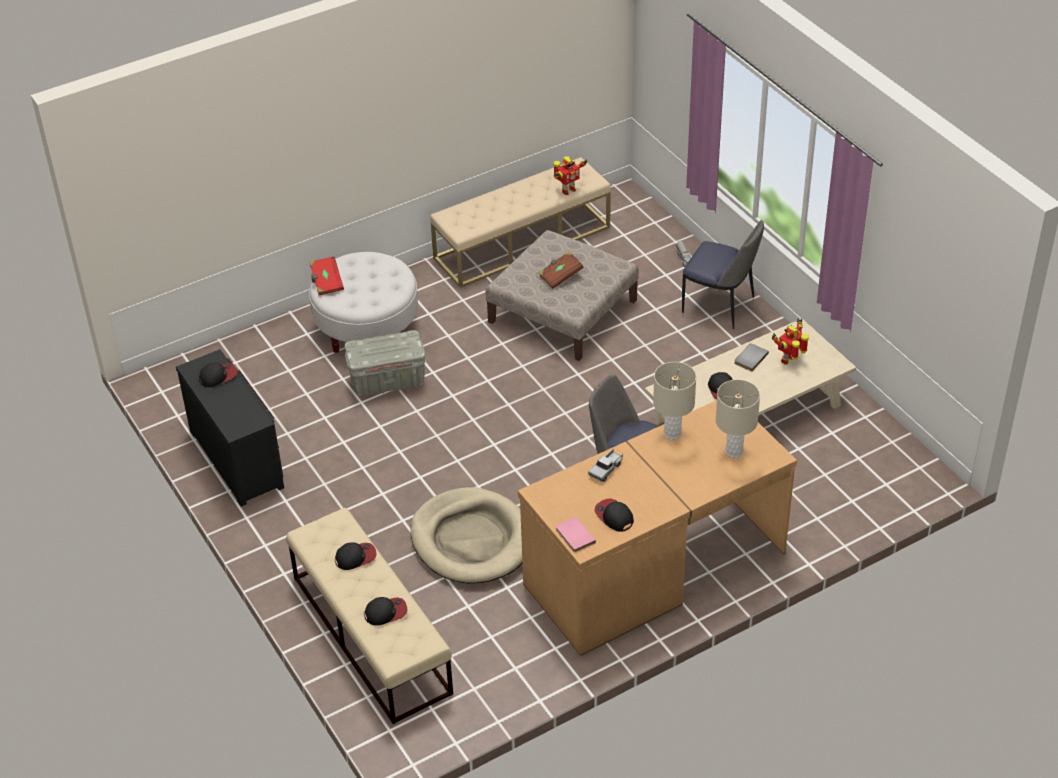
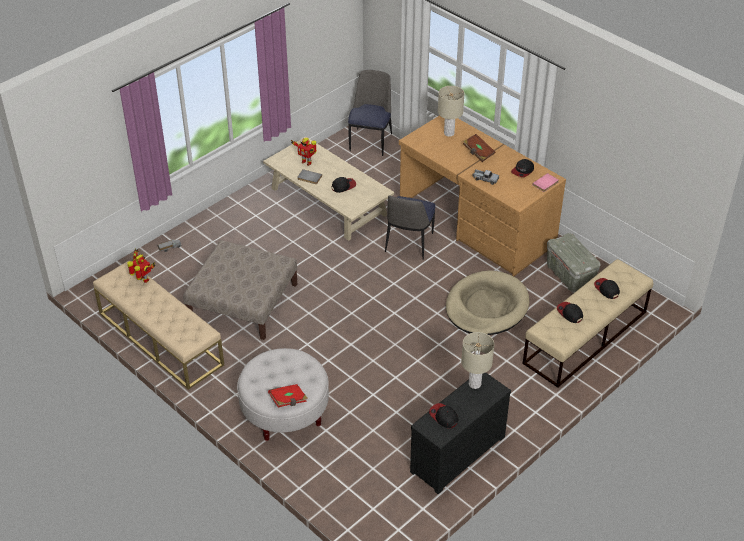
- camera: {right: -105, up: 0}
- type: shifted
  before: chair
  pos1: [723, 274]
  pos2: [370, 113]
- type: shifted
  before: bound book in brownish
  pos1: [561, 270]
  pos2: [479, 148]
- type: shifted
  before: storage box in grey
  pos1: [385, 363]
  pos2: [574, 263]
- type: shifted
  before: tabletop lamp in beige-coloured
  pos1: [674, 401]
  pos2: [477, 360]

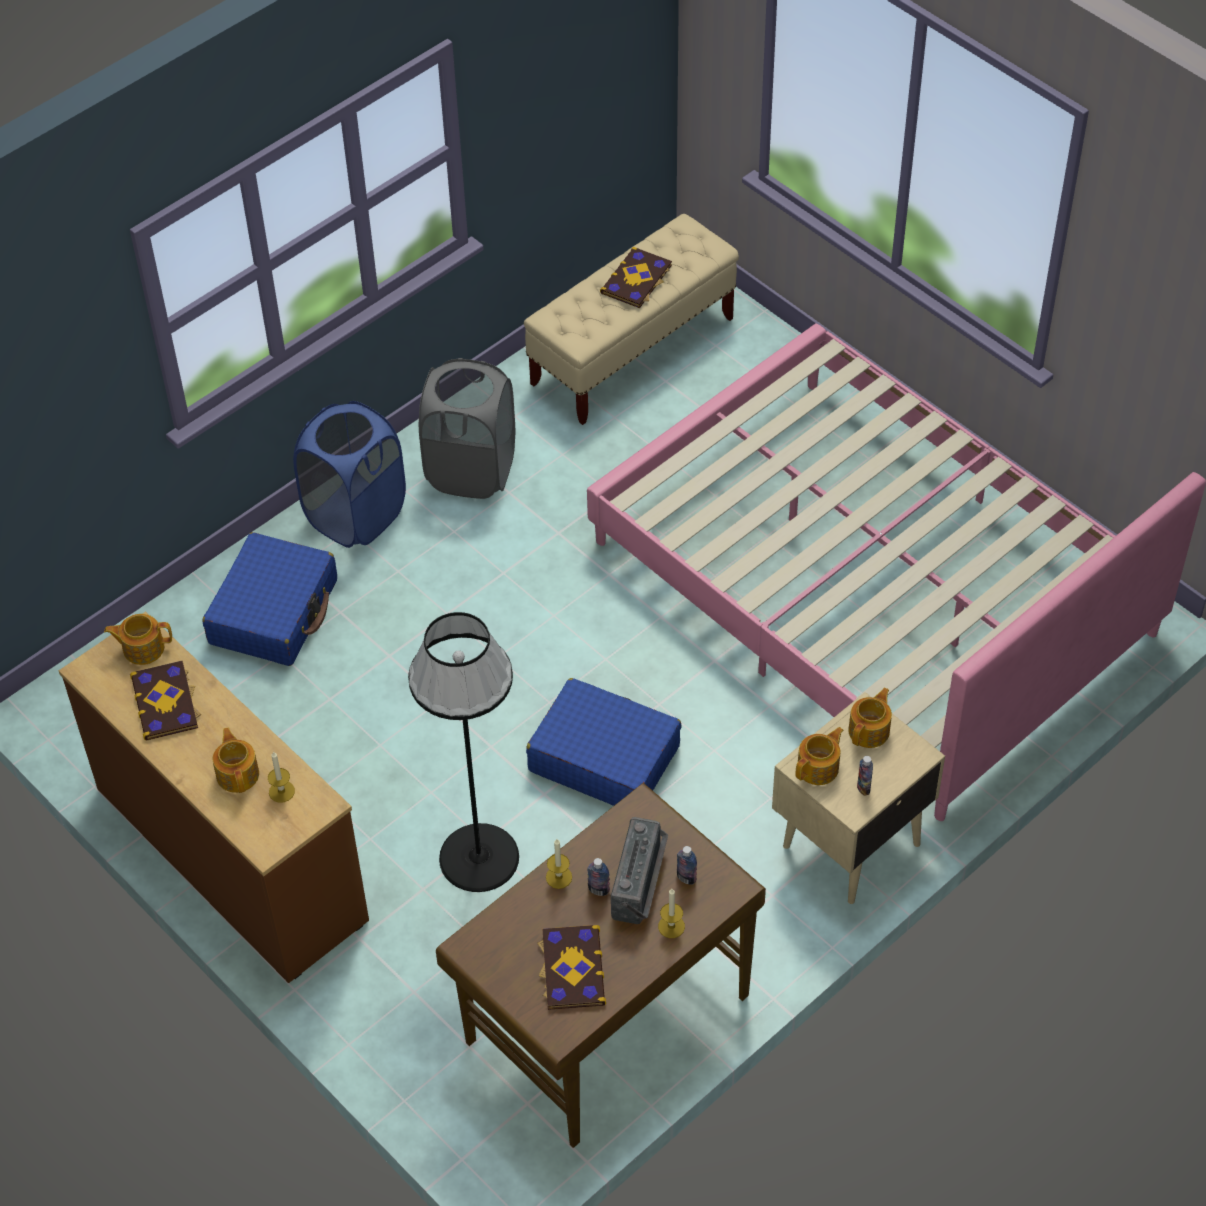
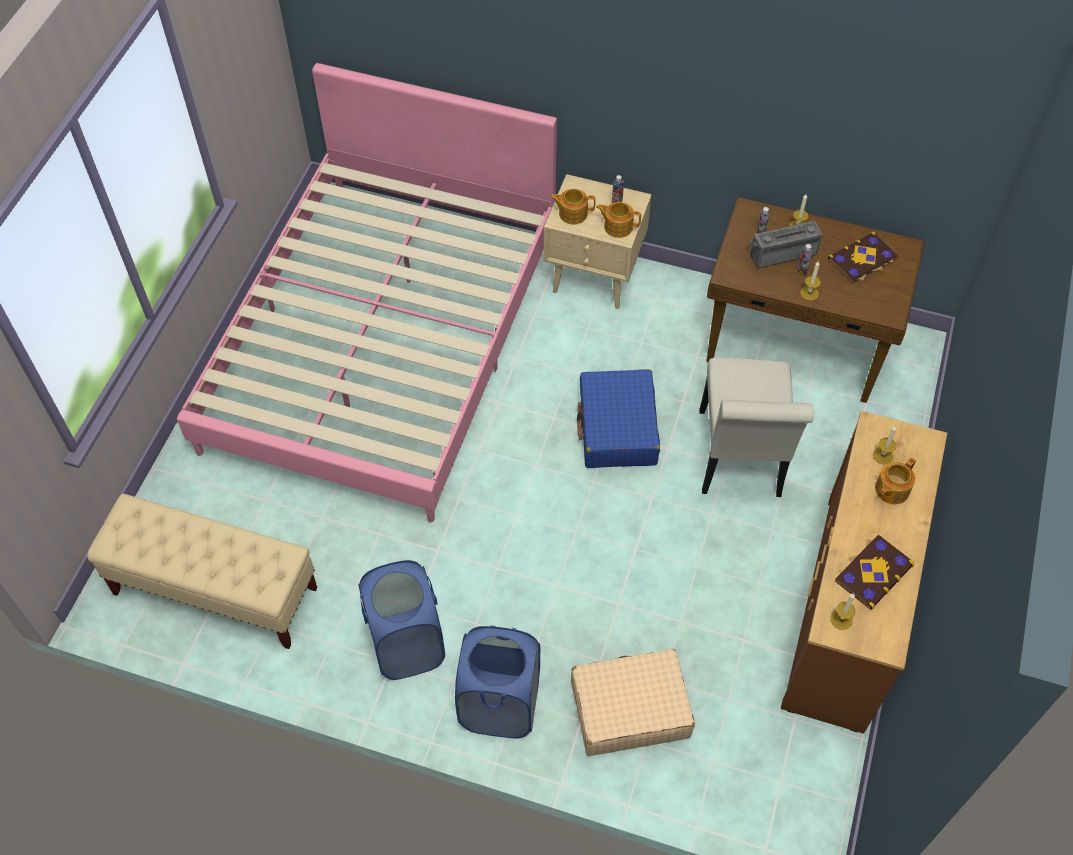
- camera: {right: -120, up: 5}
- type: gone
  before: bound book
  pos1: [636, 277]
- type: repainted
  before: washing basket in grey
  after: washing basket in blue
  pos1: [467, 428]
  pos2: [401, 620]
- type: repainted
  before: suitcase in blue
  after: suitcase in beige-coloured
  pos1: [269, 599]
  pos2: [633, 702]
- type: swapped
  before: floor lamp in black
  after: chair in white-coloured
  pos1: [463, 752]
  pos2: [756, 427]
- type: swapped
  before: pot for tea
  after: wax light
  pos1: [138, 639]
  pos2: [842, 611]

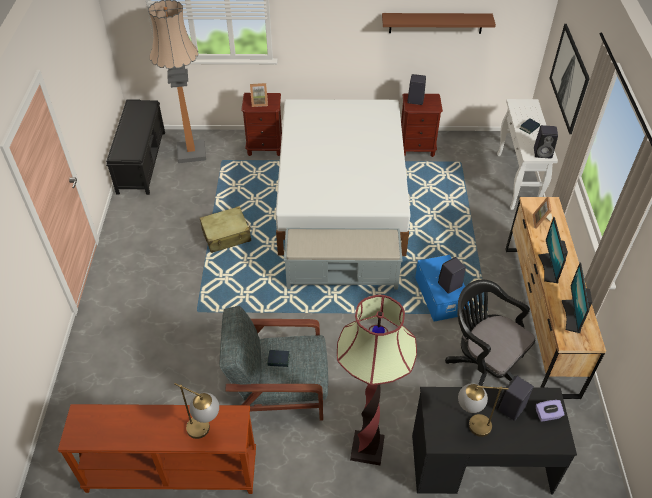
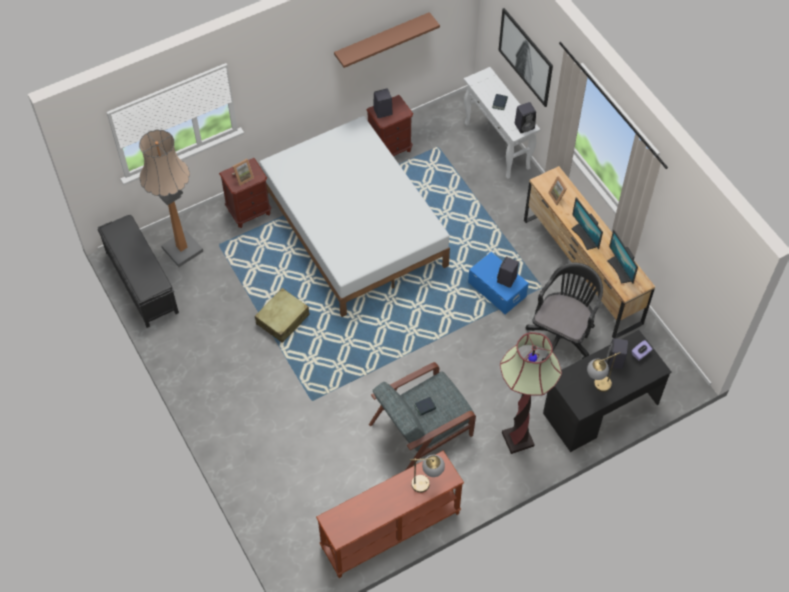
- camera: {right: -30, up: 10}
- type: gone
  before: bench in grey
  pos1: [343, 259]
- type: rotated
  before: computer chair in black
  pos1: [490, 332]
  pos2: [564, 312]
  turn: 105

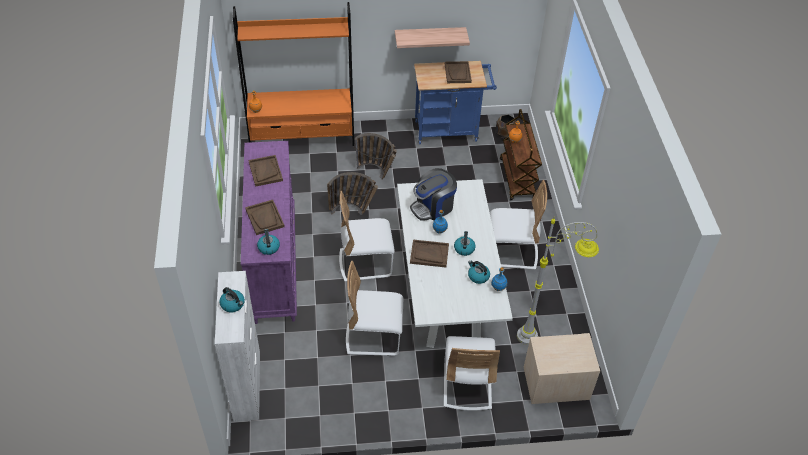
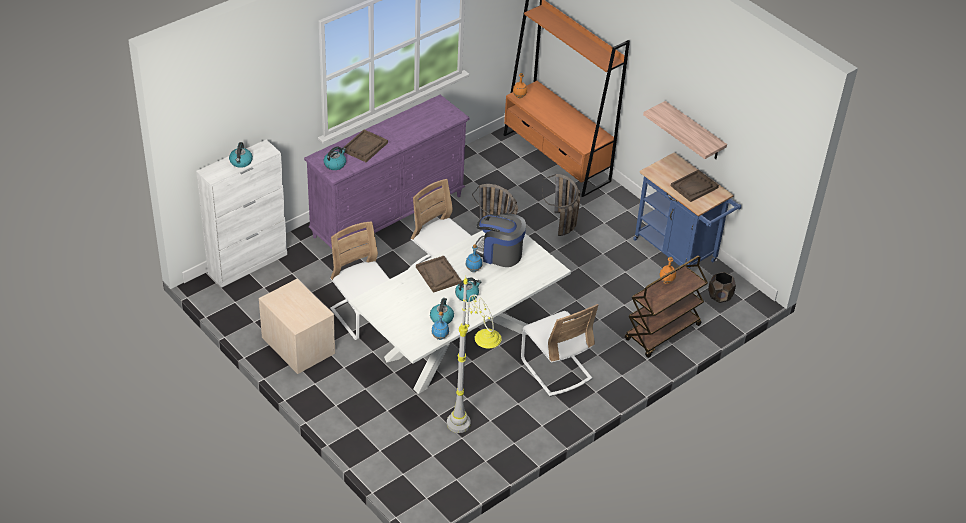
- camera: {right: 55, up: -5}
- type: gone
  before: serving tray in brownish
  pos1: [265, 171]
- type: shifted
  before: bedside table in beige-coloured
  pos1: [562, 368]
  pos2: [297, 326]
- type: gone
  before: chair in white-coloured
  pos1: [472, 373]

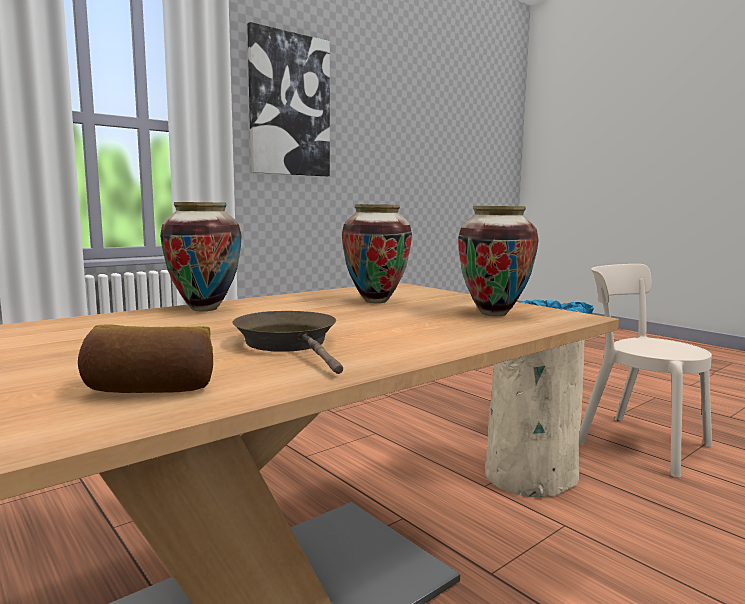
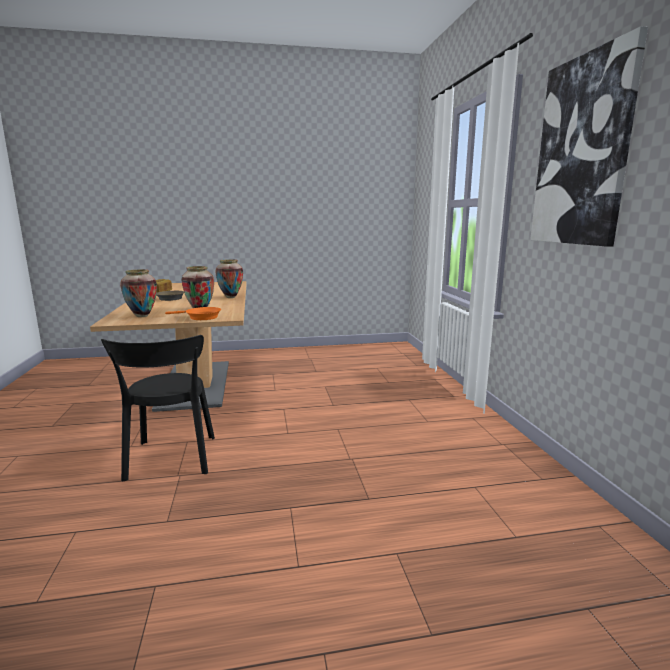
- camera: {right: 120, up: 5}
- type: gone
  before: chair in beige-coloured
  pos1: [645, 371]
- type: swapped
  before: trash can in beige-coloured
  after: chair in black
  pos1: [539, 398]
  pos2: [158, 408]
- type: new
  after: skillet in orangey
  pos2: [193, 313]

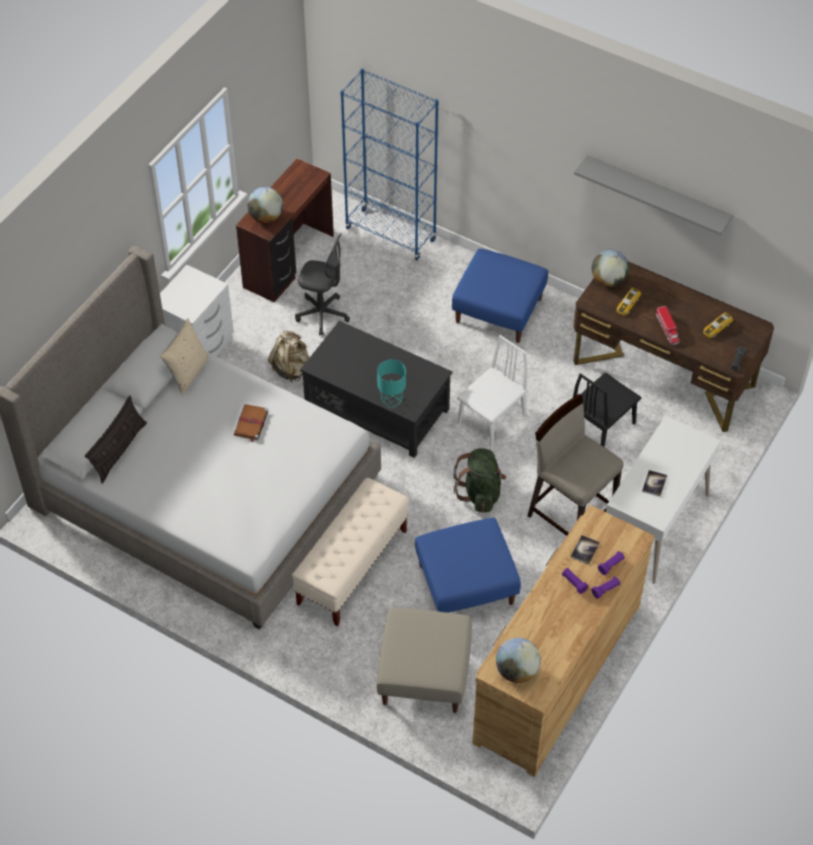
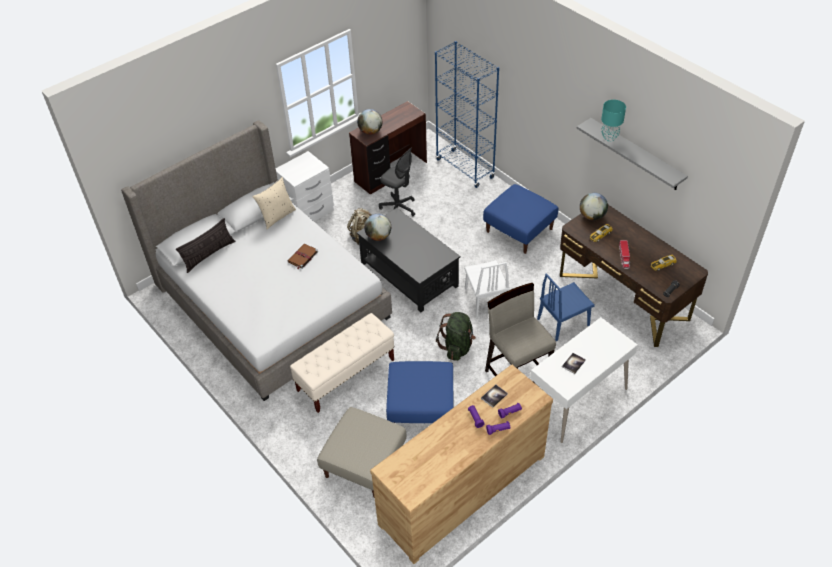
- camera: {right: 20, up: -5}
- type: rotated
  before: chair in white-coloured
  pos1: [492, 390]
  pos2: [487, 288]
  turn: 105
- type: shifted
  before: tabletop lamp in turquoise-coloured
  pos1: [391, 383]
  pos2: [613, 120]
- type: repainted
  before: chair in black
  after: chair in blue
  pos1: [607, 409]
  pos2: [566, 307]
- type: shifted
  before: desk globe
  pos1: [518, 660]
  pos2: [377, 227]

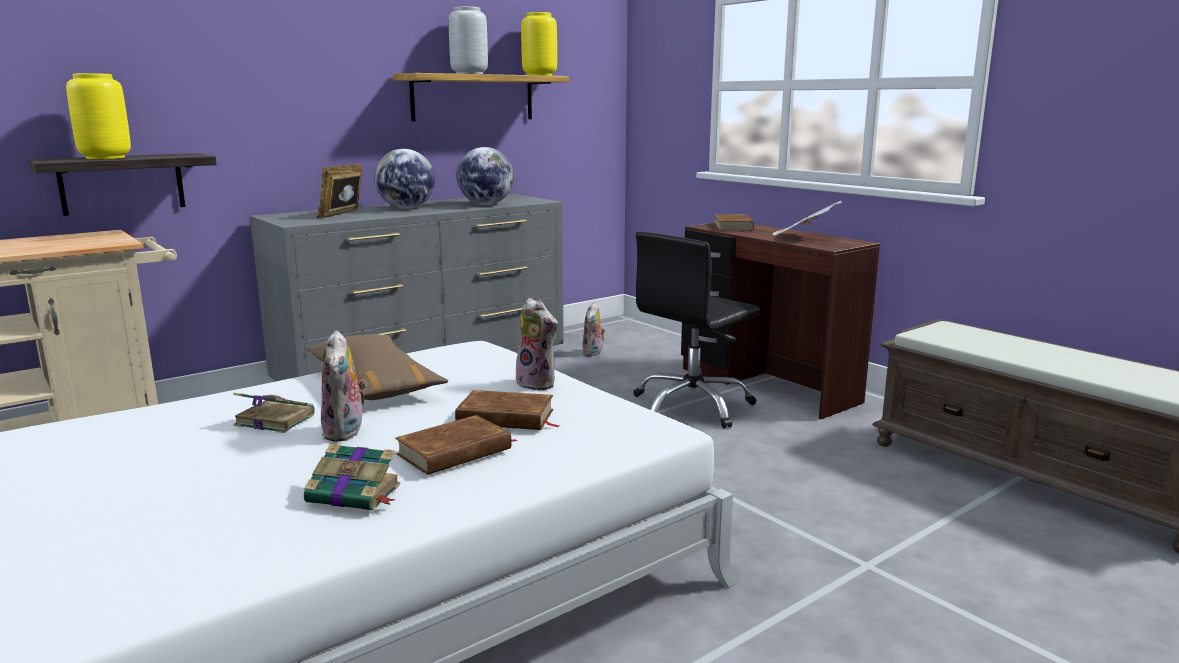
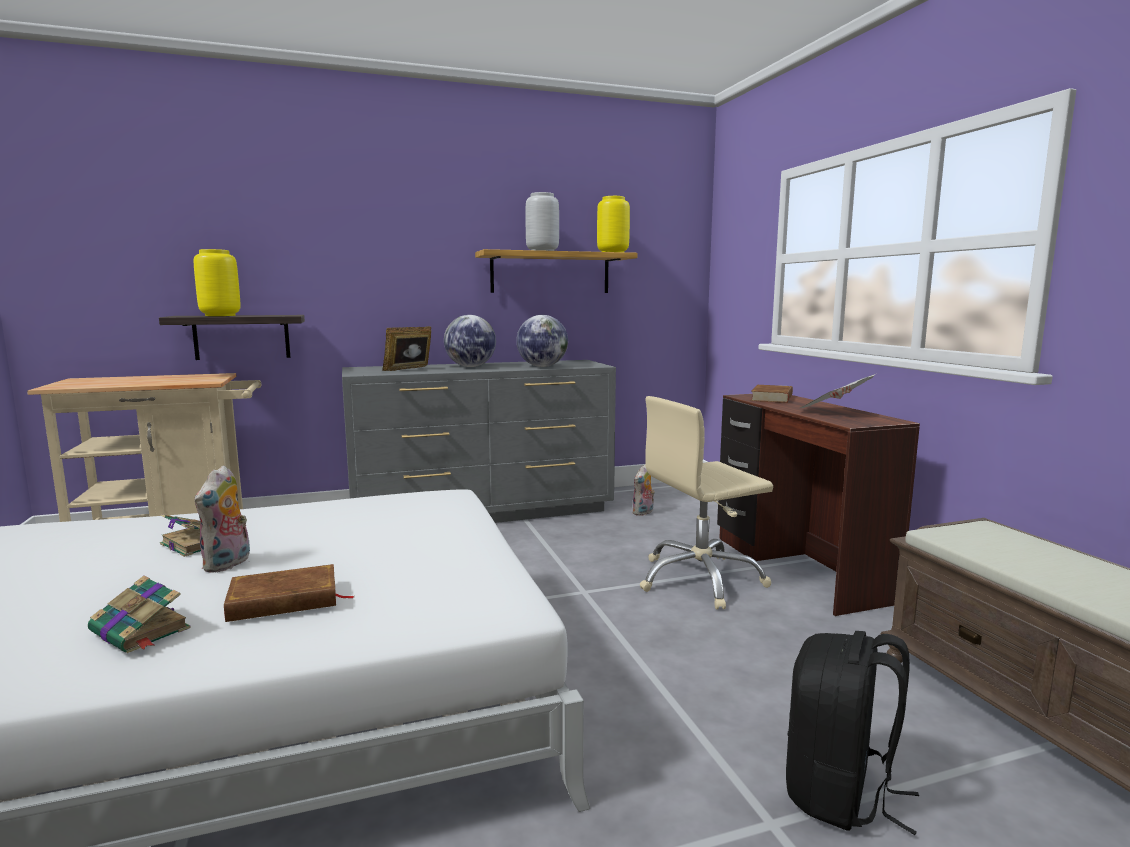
- camera: {right: 20, up: -5}
- type: repainted
  before: computer chair in black
  after: computer chair in beige-coloured
  pos1: [696, 330]
  pos2: [706, 503]
- type: gone
  before: soft toy
  pos1: [537, 344]
- type: gone
  before: pillow in brownish
  pos1: [377, 367]
- type: gone
  before: bound book in brownish
  pos1: [507, 410]
- type: new
  after: rucksack in black
  pos2: [852, 733]

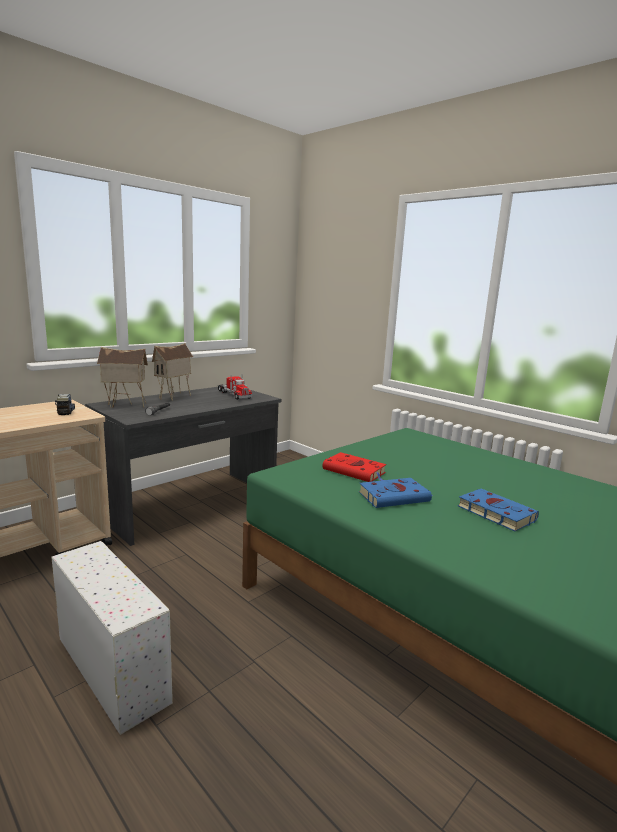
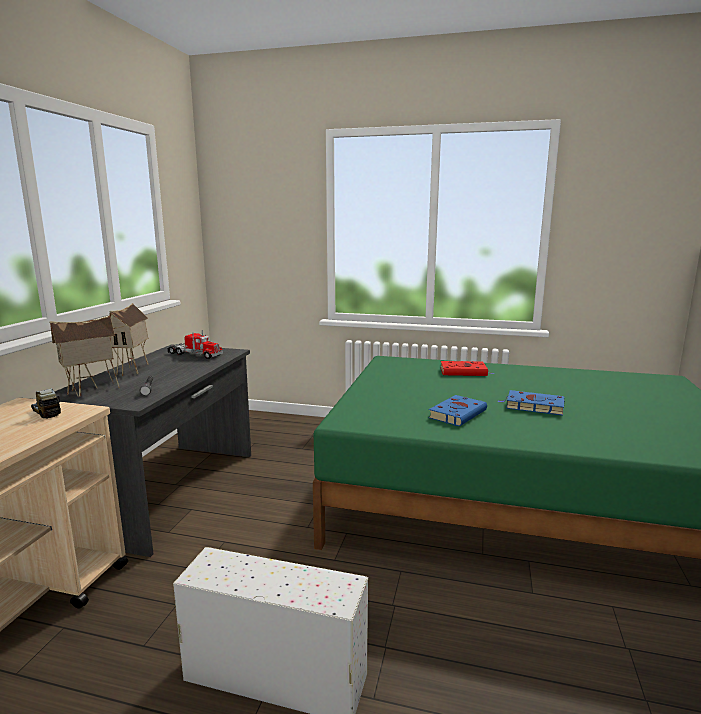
- camera: {right: -30, up: 0}
- type: shifted
  before: bound book in reddish
  pos1: [354, 467]
  pos2: [467, 368]

